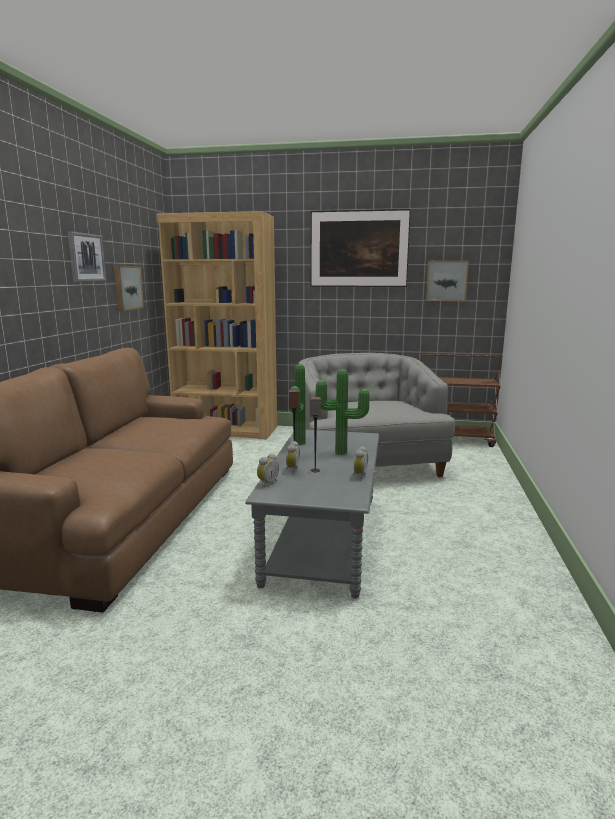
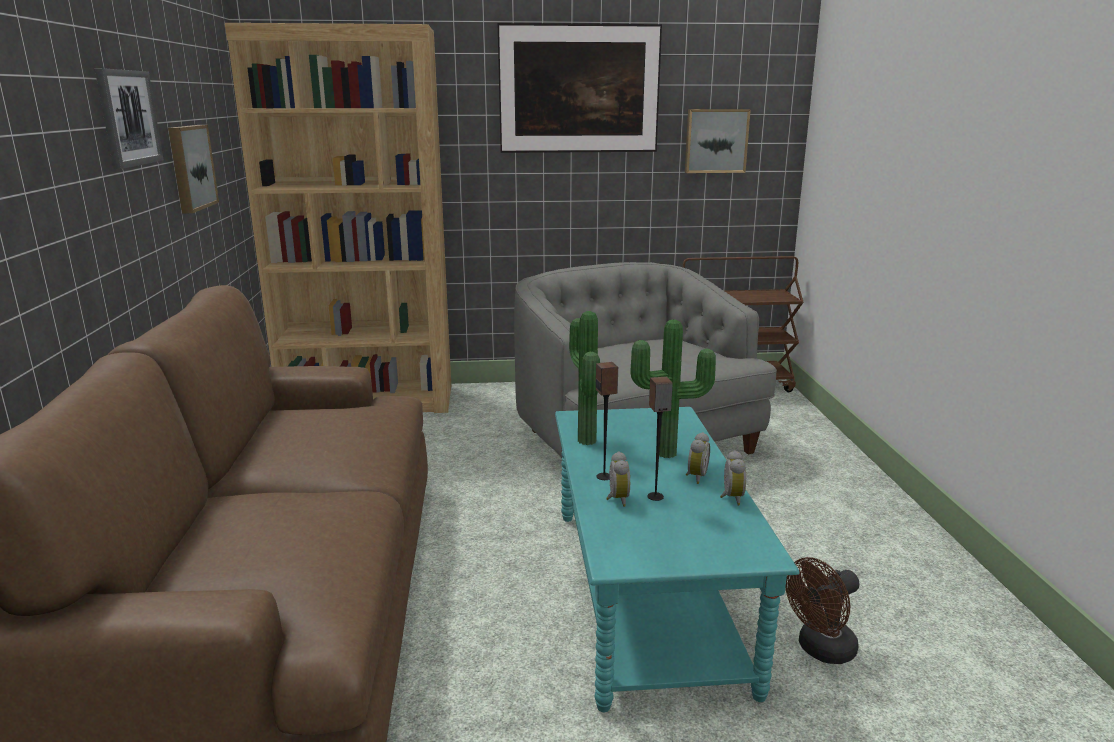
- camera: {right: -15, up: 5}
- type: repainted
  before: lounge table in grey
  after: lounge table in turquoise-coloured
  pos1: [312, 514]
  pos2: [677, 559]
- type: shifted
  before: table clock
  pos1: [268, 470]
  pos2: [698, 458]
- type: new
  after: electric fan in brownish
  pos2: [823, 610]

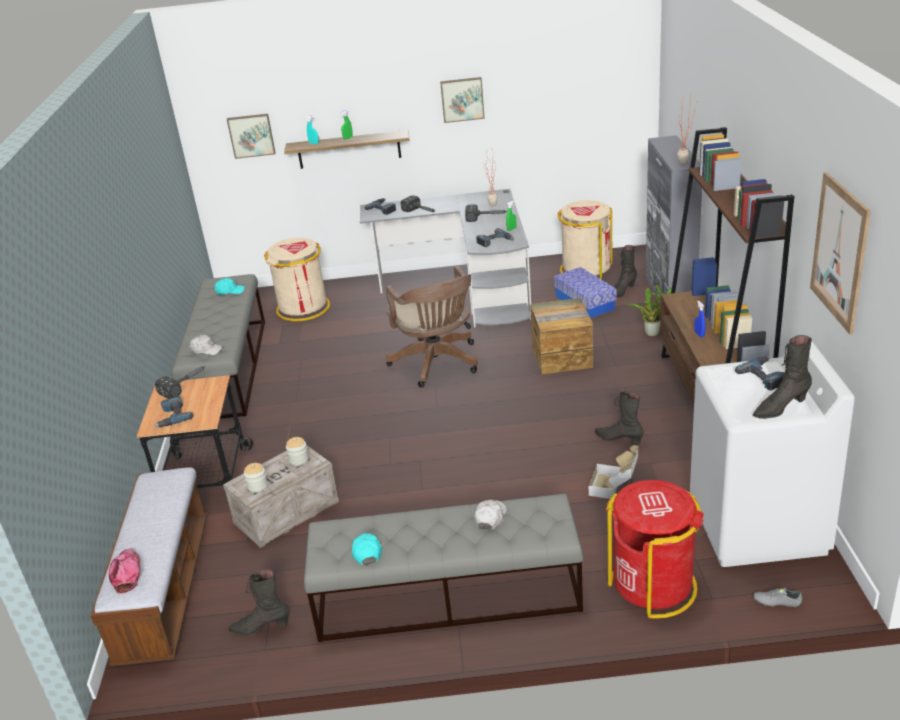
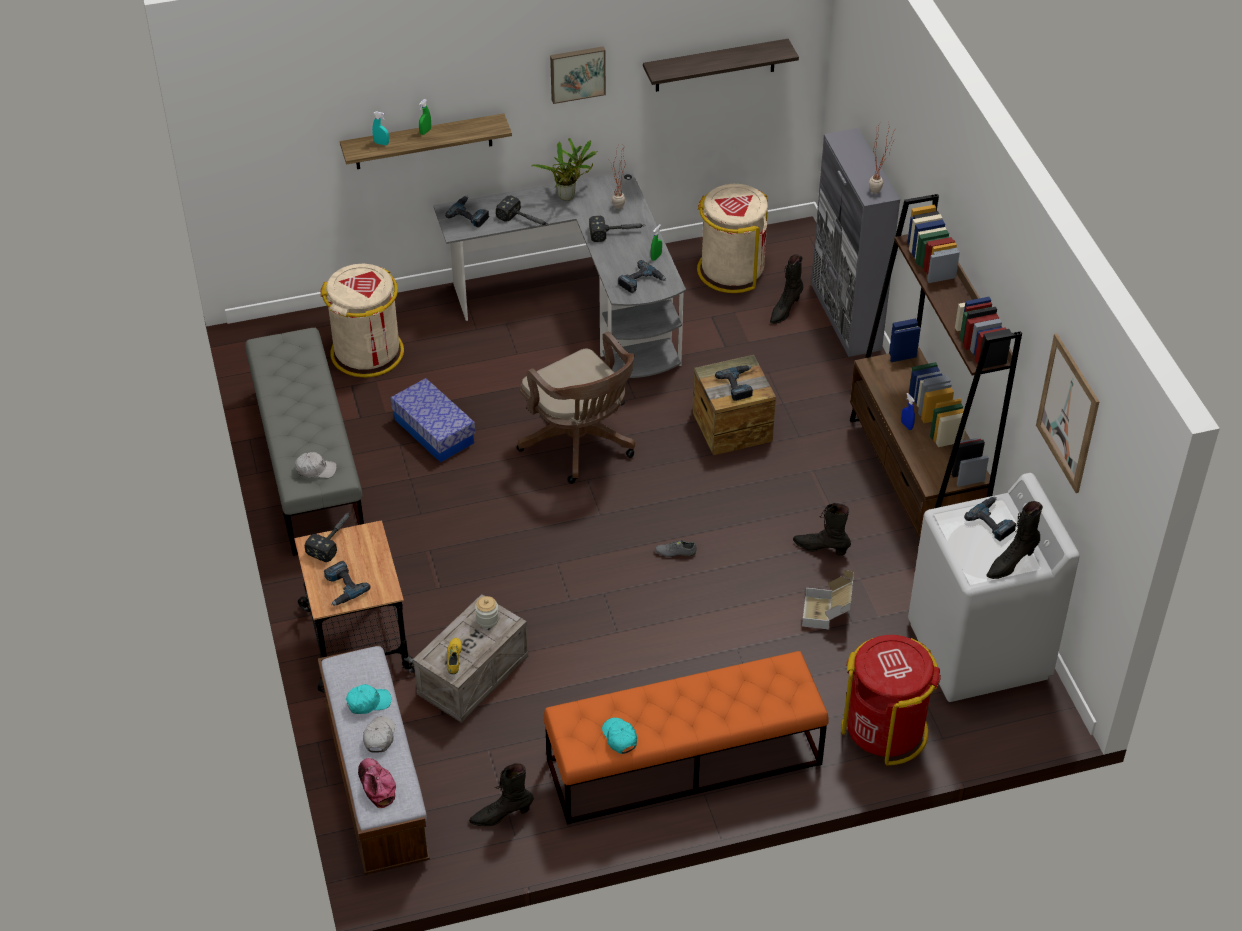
- camera: {right: -15, up: 15}
- type: gone
  before: picture
  pos1: [251, 136]
- type: shifted
  before: storage box
  pos1: [585, 292]
  pos2: [433, 420]
- type: shifted
  before: cap in turquoise-coloured
  pos1: [229, 286]
  pos2: [368, 699]
- type: shifted
  before: houseplant
  pos1: [648, 311]
  pos2: [564, 169]
- type: swapped
  before: preserve jar
  after: low shoe in yellowish
  pos1: [256, 478]
  pos2: [454, 656]
- type: repainted
  before: bench in grey
  after: bench in orangey
  pos1: [444, 568]
  pos2: [686, 738]
- type: shifted
  before: cap in white-coloured
  pos1: [490, 515]
  pos2: [379, 734]
- type: shifted
  before: low shoe in grey
  pos1: [777, 598]
  pos2: [676, 548]
- type: new
  after: wall shelf
  pos2: [721, 65]
- type: new
  after: drill
  pos2: [734, 383]

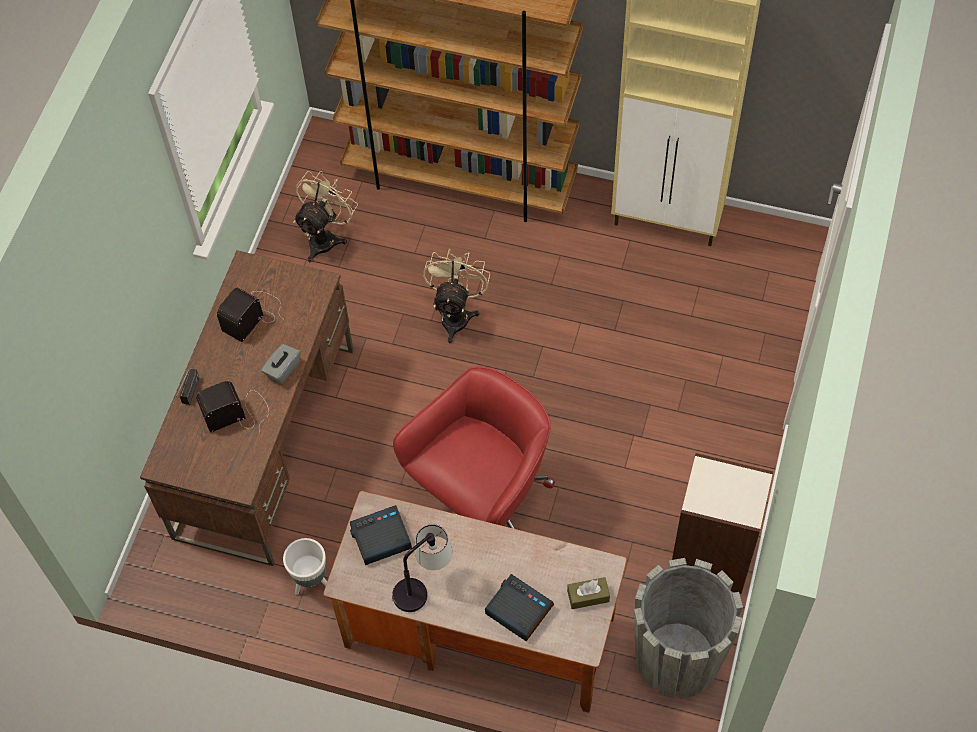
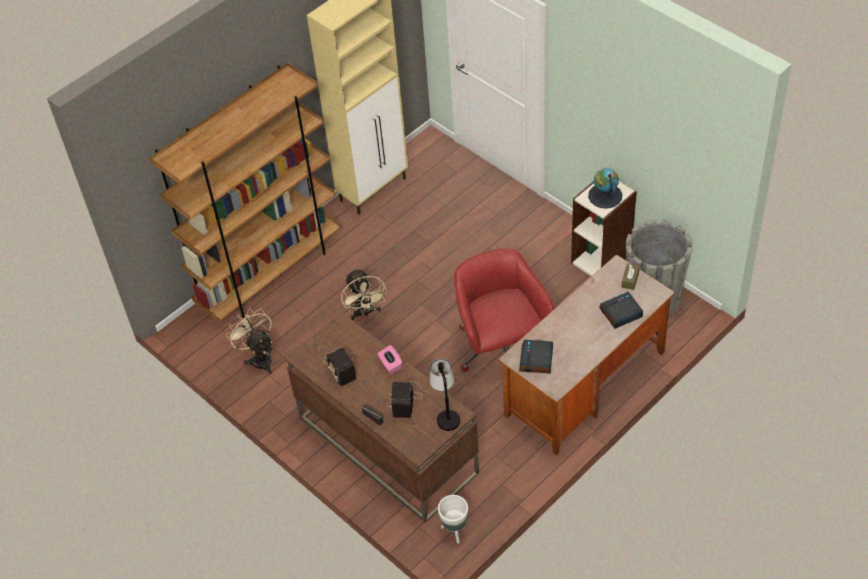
- camera: {right: -60, up: -10}
- type: rotated
  before: electric fan in beige-coloured
  pos1: [456, 296]
  pos2: [364, 294]
  turn: -150
- type: repainted
  before: box of tissues in grey
  after: box of tissues in pink-coloured
  pos1: [281, 364]
  pos2: [390, 359]
- type: shifted
  before: tabletop lamp
  pos1: [422, 568]
  pos2: [445, 394]
- type: shifted
  before: planter in white-coloured
  pos1: [305, 566]
  pos2: [453, 519]
- type: new
  after: desk globe
  pos2: [605, 188]

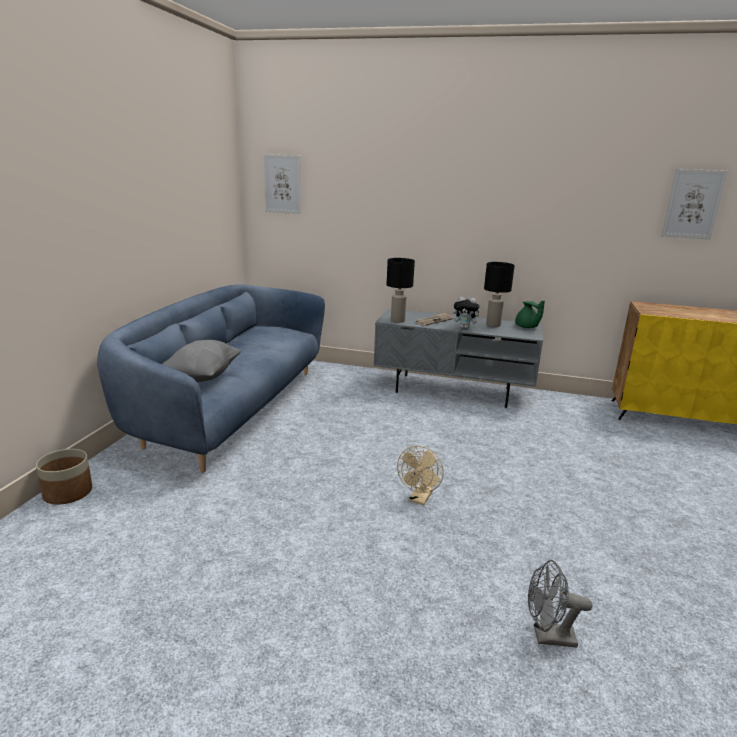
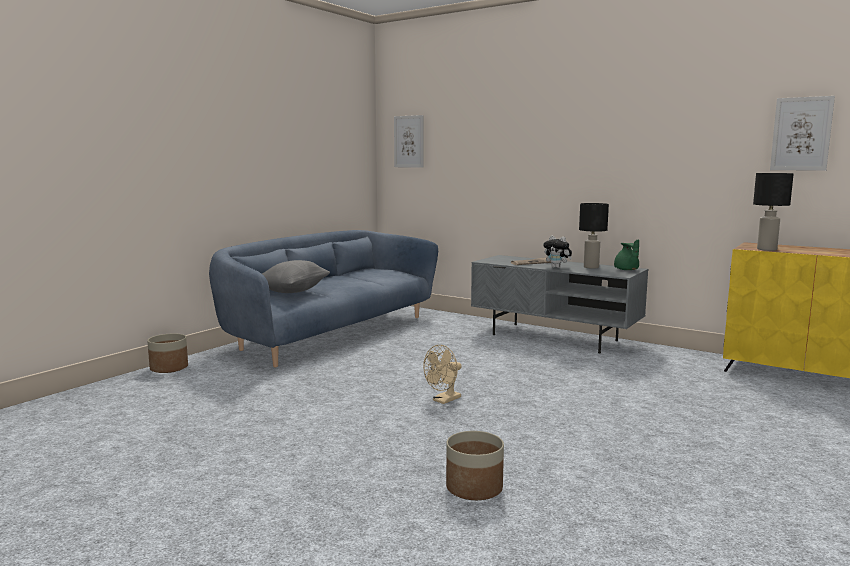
- camera: {right: 20, up: -10}
- type: shifted
  before: tabletop lamp in black
  pos1: [401, 290]
  pos2: [773, 212]
- type: swapped
  before: electric fan in grey
  after: planter
  pos1: [560, 604]
  pos2: [475, 465]

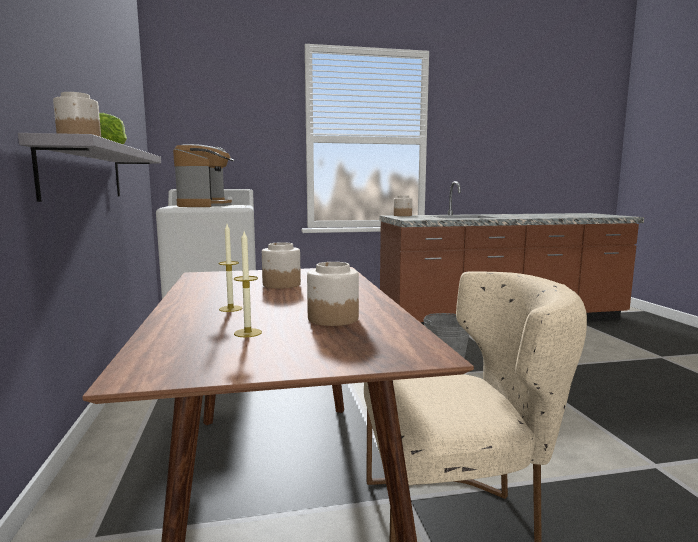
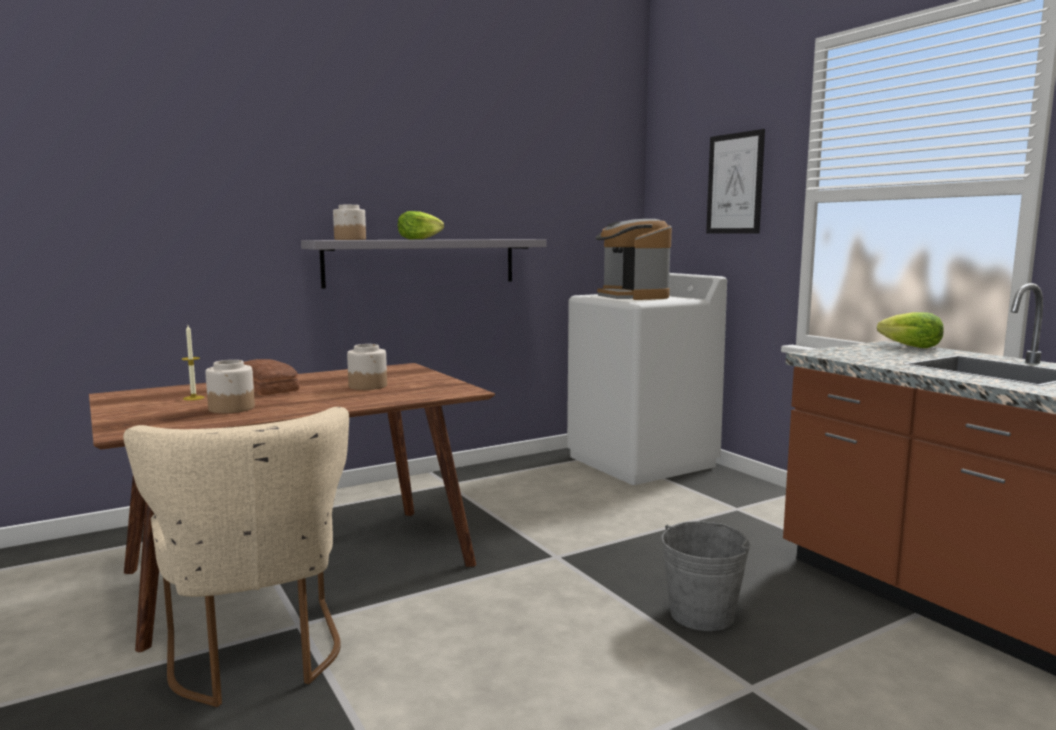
- camera: {right: 70, up: 0}
- type: rotated
  before: coffee maker
  pos1: [203, 175]
  pos2: [634, 259]
  turn: 90
- type: swapped
  before: preserve jar
  after: lettuce head
  pos1: [403, 205]
  pos2: [910, 330]
- type: swapped
  before: wax light
  after: baked bread
  pos1: [230, 268]
  pos2: [272, 377]
- type: new
  after: picture
  pos2: [735, 181]

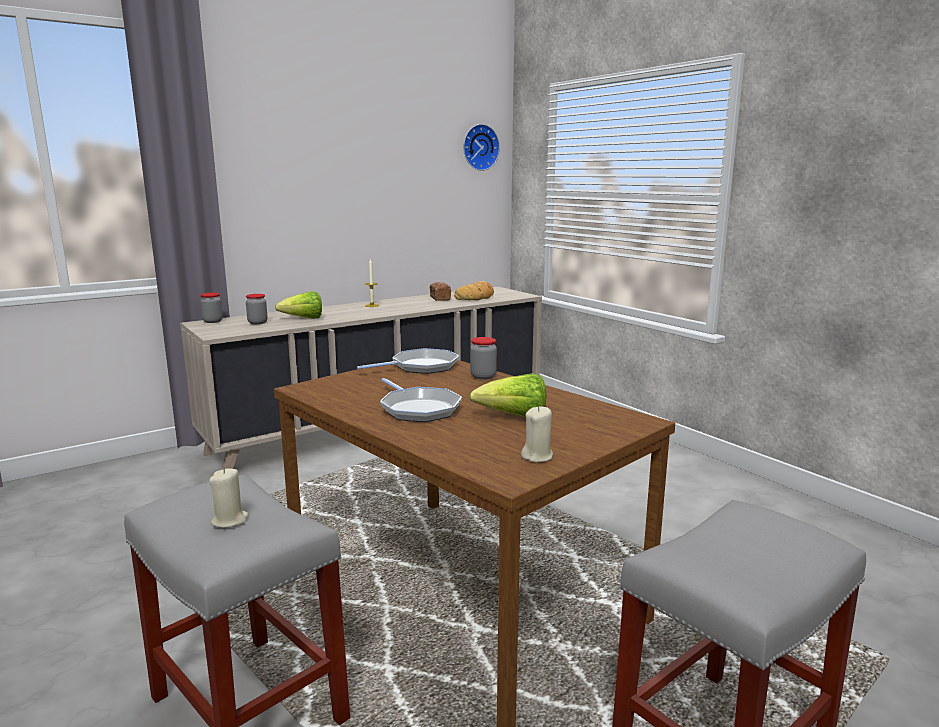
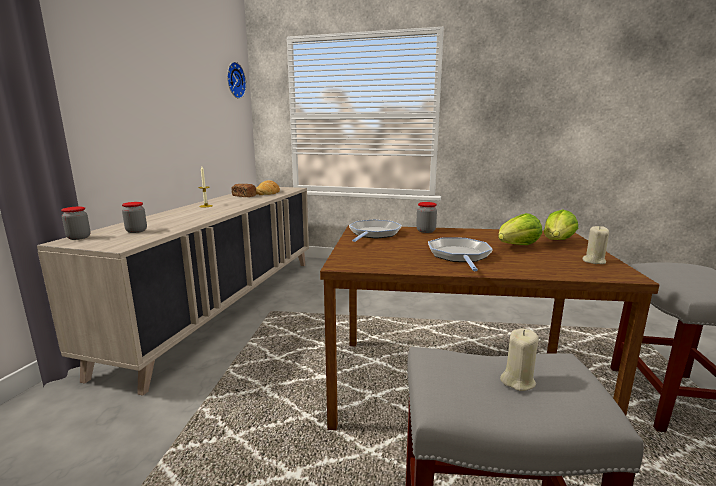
- camera: {right: -40, up: 0}
- type: shifted
  before: lettuce head
  pos1: [298, 305]
  pos2: [561, 224]
- type: rotated
  before: skillet
  pos1: [421, 400]
  pos2: [460, 254]
  turn: -105

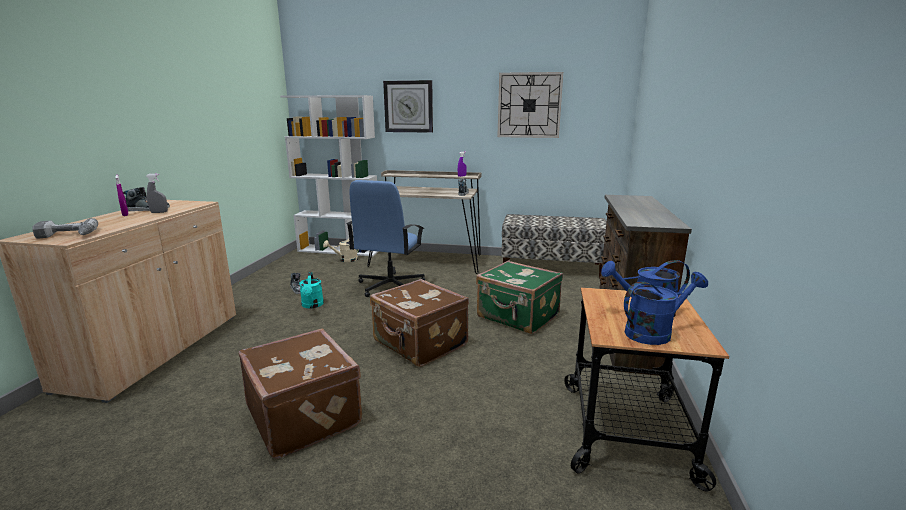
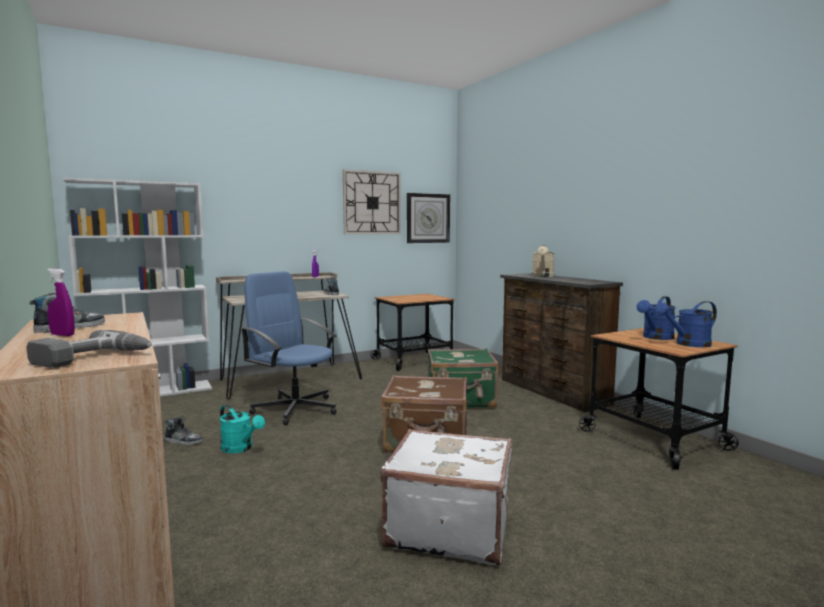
- camera: {right: -40, up: -10}
- type: shifted
  before: wall clock
  pos1: [408, 106]
  pos2: [428, 218]
- type: gone
  before: hand sprayer in grey
  pos1: [157, 193]
- type: rotated
  before: computer chair in blue
  pos1: [385, 238]
  pos2: [289, 348]
  turn: 150
- type: swapped
  before: bench
  after: wheeled cart
  pos1: [554, 245]
  pos2: [413, 332]
- type: shifted
  before: watering can in beige-coloured
  pos1: [341, 250]
  pos2: [543, 261]
- type: rotated
  before: watering can in blue
  pos1: [666, 308]
  pos2: [686, 324]
  turn: -135
- type: repainted
  before: suitcase in brownish
  after: suitcase in white-coloured
  pos1: [300, 393]
  pos2: [446, 497]

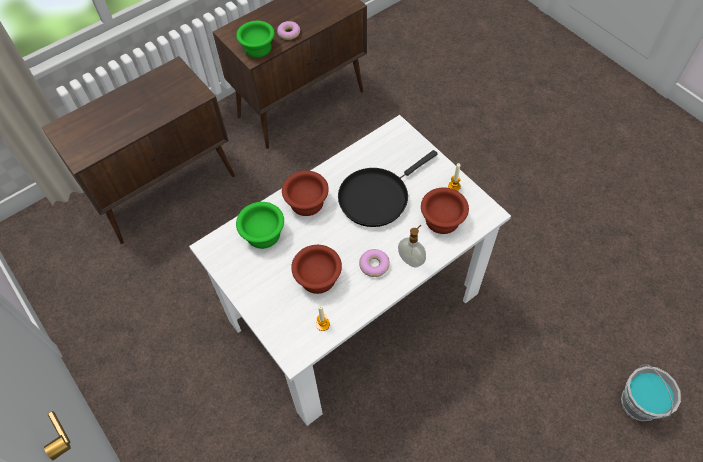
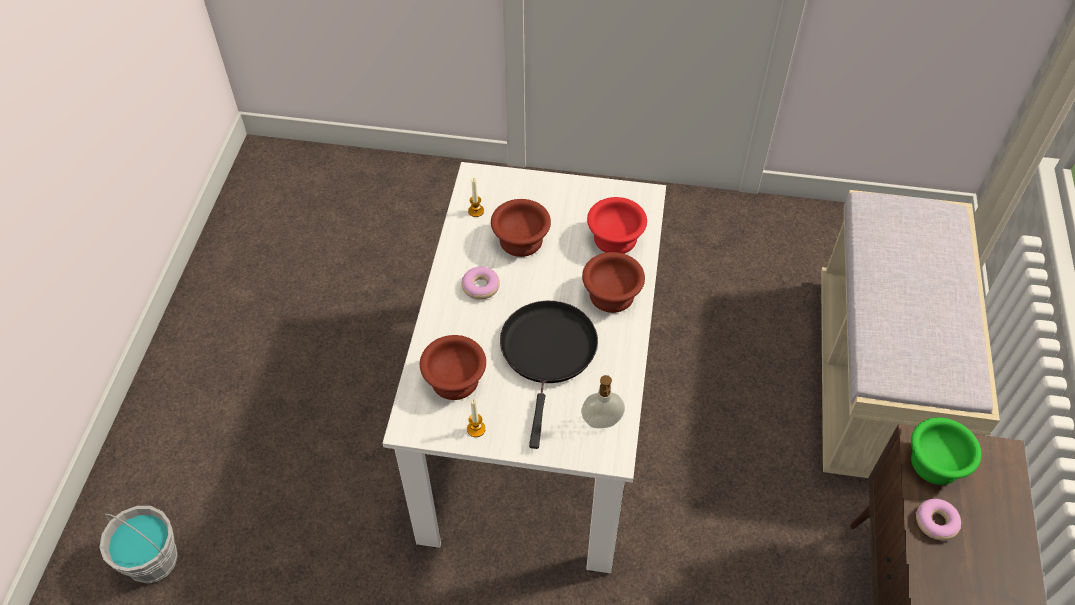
- camera: {right: 135, up: -5}
- type: swapped
  before: cupboard in brownish
  after: bench in beige-coloured
  pos1: [138, 150]
  pos2: [910, 334]
- type: repainted
  before: deep dish in green-coloured
  after: deep dish in reddish
  pos1: [260, 225]
  pos2: [617, 225]
- type: shifted
  before: soap bottle
  pos1: [412, 246]
  pos2: [603, 401]

